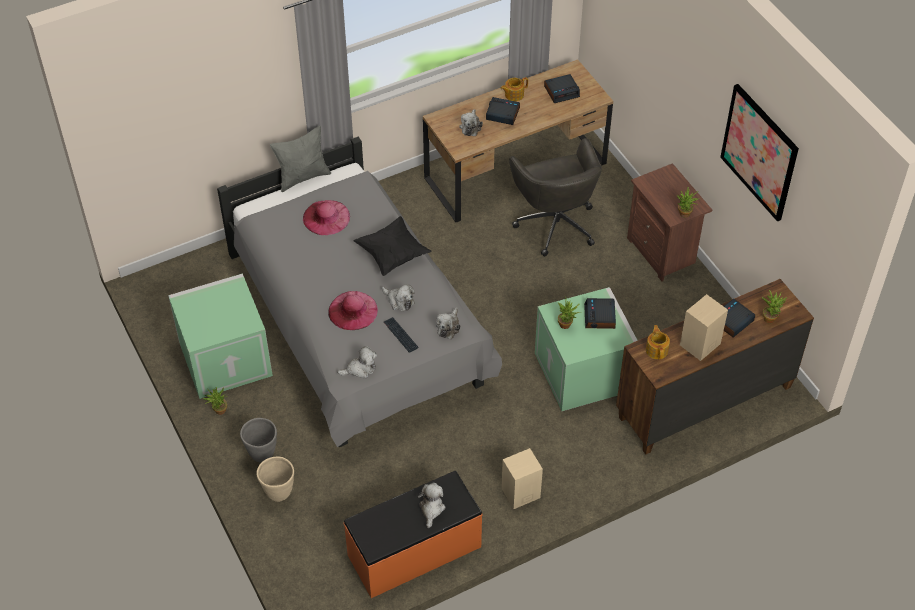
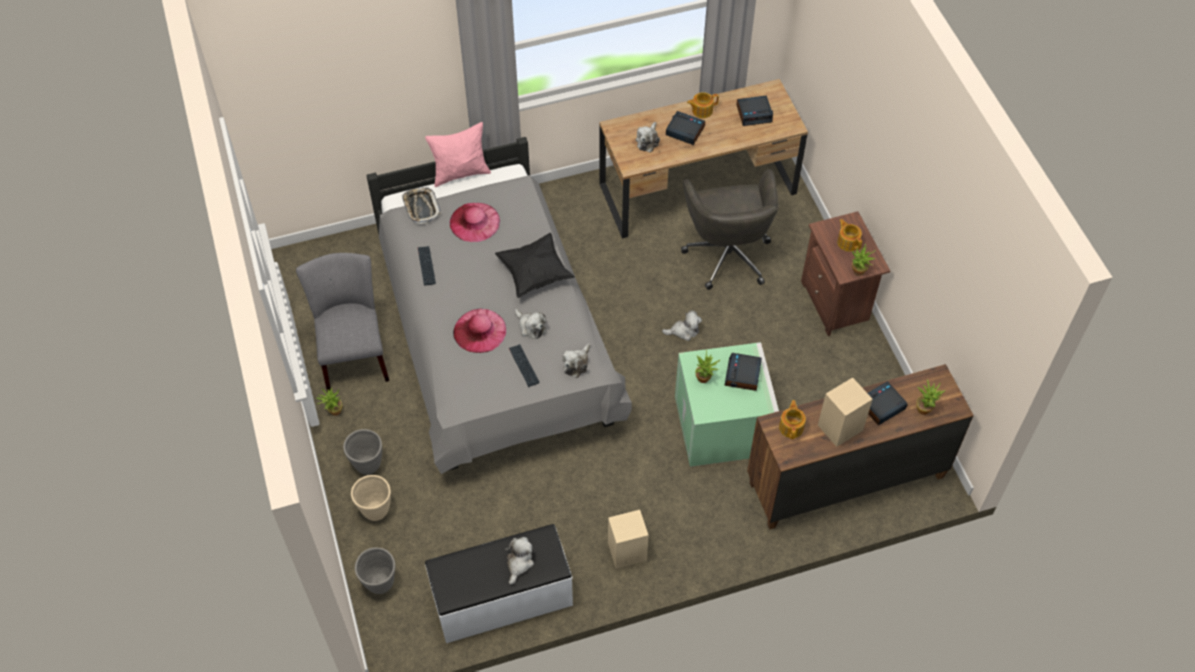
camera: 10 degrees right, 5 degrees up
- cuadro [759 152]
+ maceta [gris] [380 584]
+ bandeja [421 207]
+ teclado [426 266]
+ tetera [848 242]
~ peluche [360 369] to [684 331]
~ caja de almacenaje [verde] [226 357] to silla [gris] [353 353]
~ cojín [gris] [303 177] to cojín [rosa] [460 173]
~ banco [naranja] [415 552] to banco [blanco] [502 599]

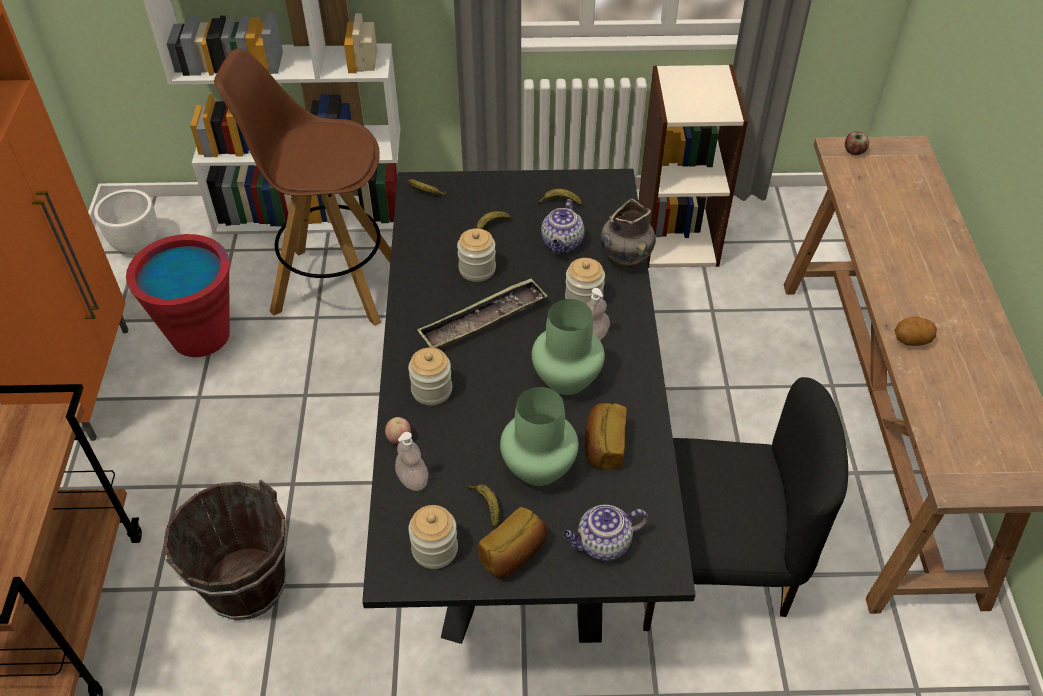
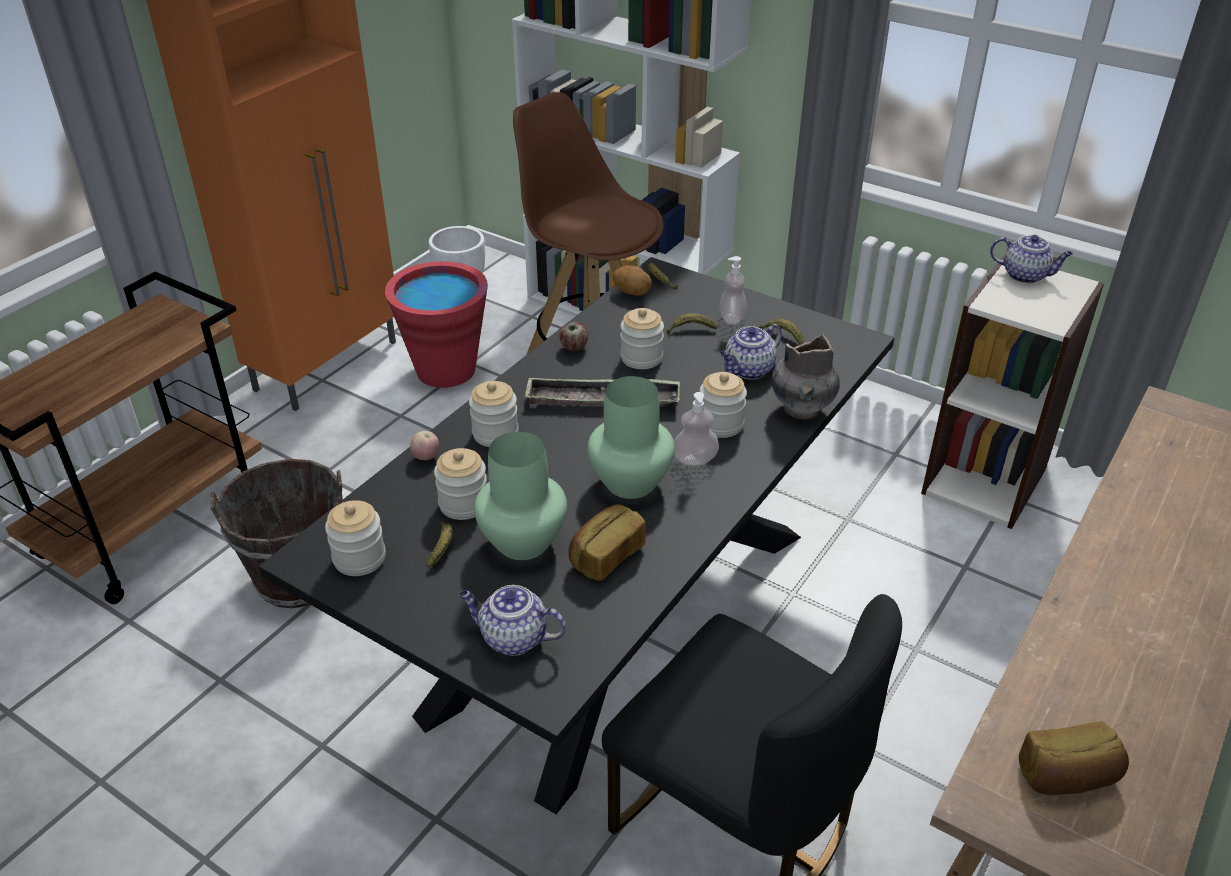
camera: 35 degrees right, 10 degrees down
+ tarro [463 504]
+ tetera [1025 275]
~ dispensador de jabón [412 479] to [732 318]
~ pan [514 553] to [1067 777]
~ manzana [854 152] to [574 348]
~ patata [911 341] to [632 292]

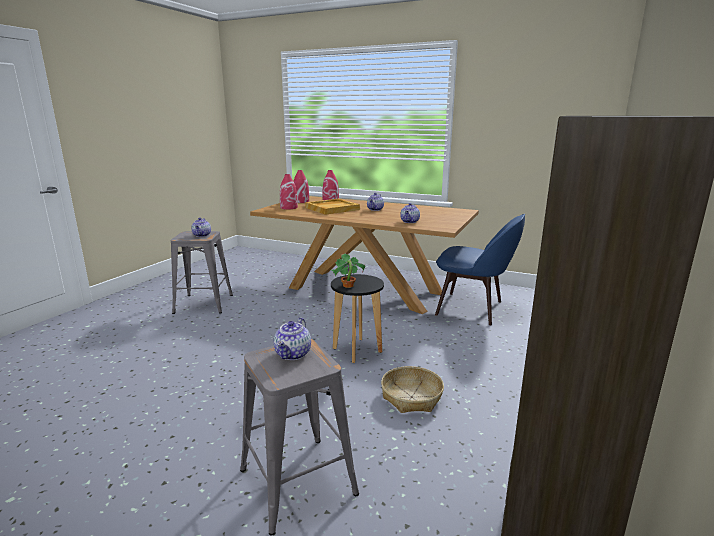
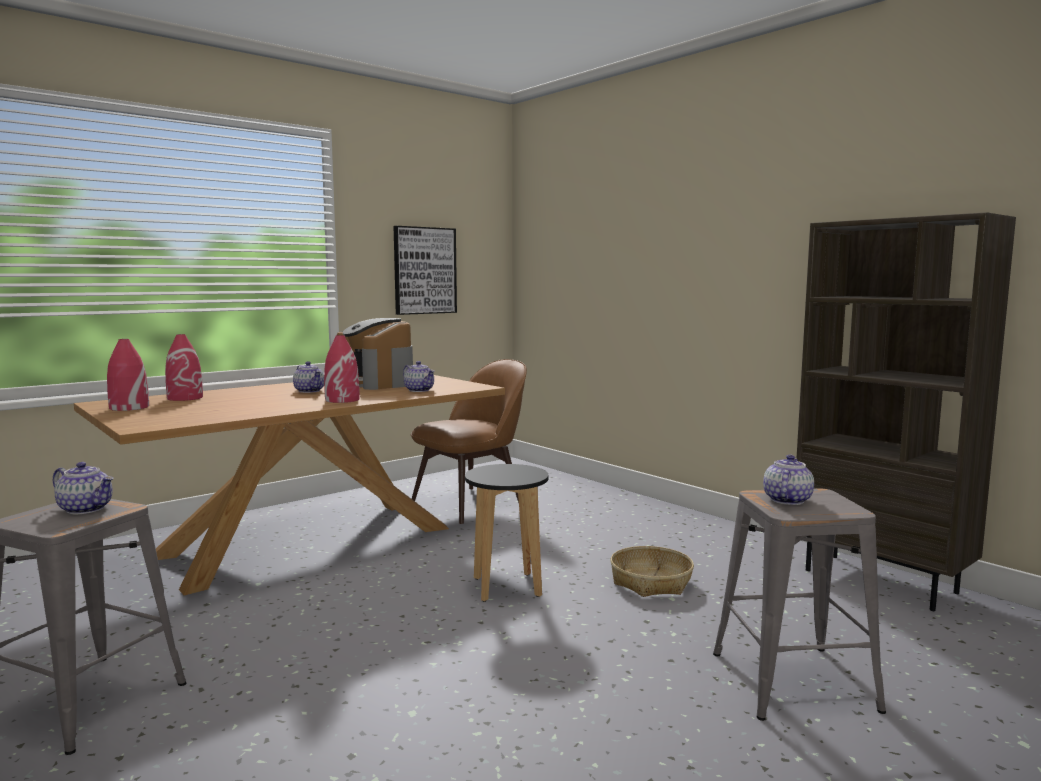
camera: 65 degrees left, 10 degrees down
- bandeja [beis] [332 208]
- planta en maceta [348 286]
+ cafetera [376 382]
+ cuadro [424 270]
~ florero [rojo] [289 207] to [342 400]
~ silla [azul] [473 309] to silla [marrón] [471 503]
~ tetera [293 354] = [786 500] 105 degrees counterclockwise

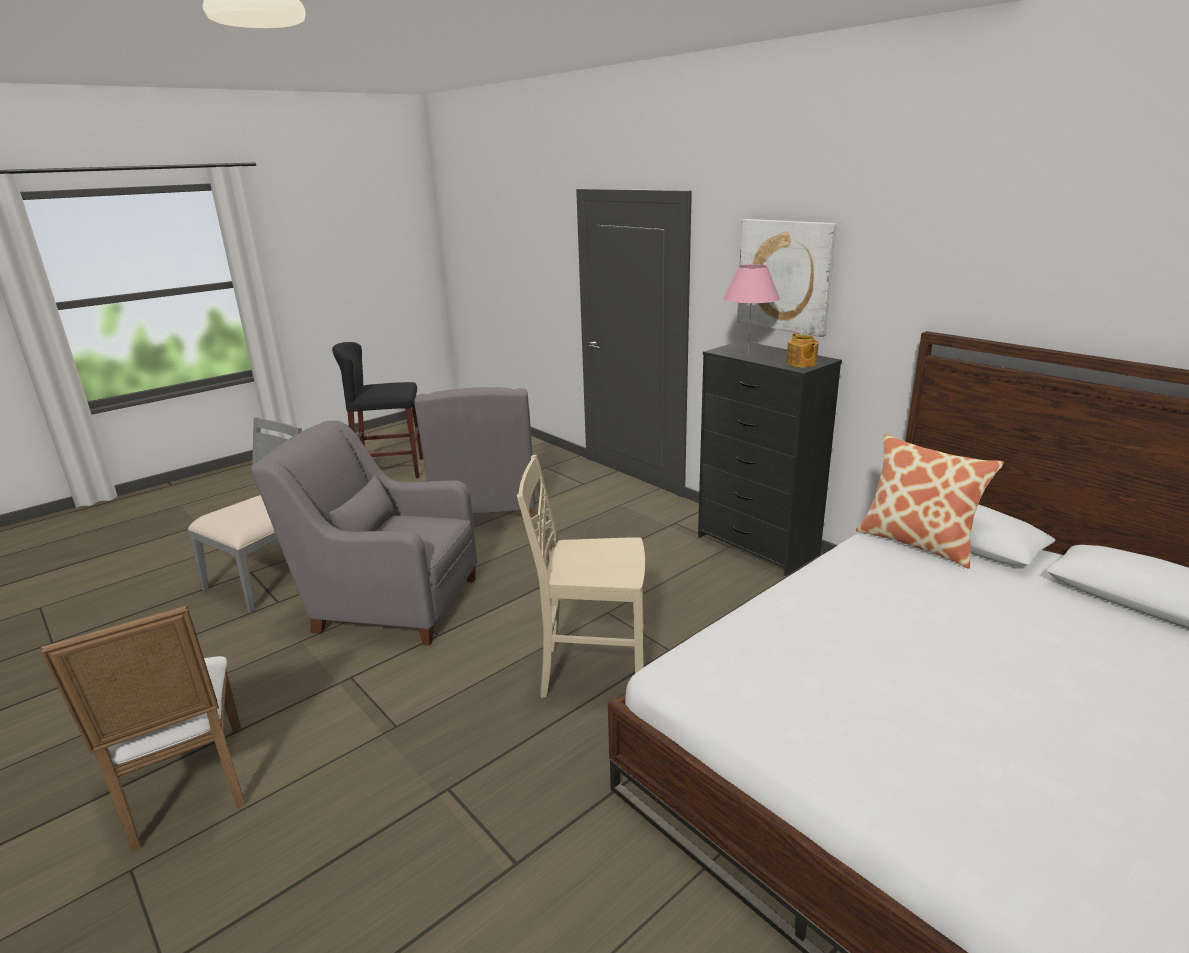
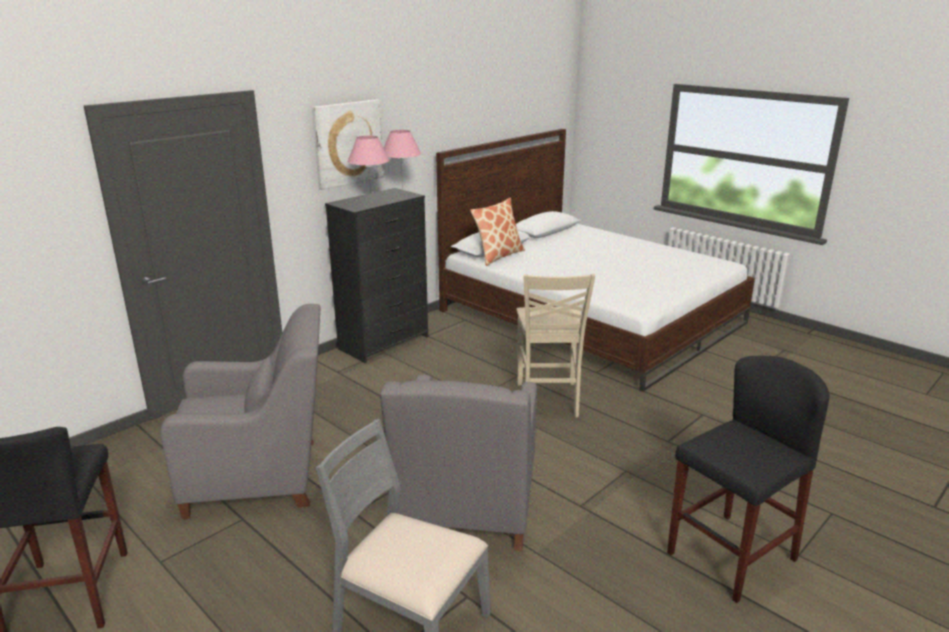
camera: 95 degrees left, 0 degrees up
~ silla [blanco] [185 791] to taburete [negro] [731 556]
~ tetera [801 364] to lámpara de mesa [rosa] [402 194]

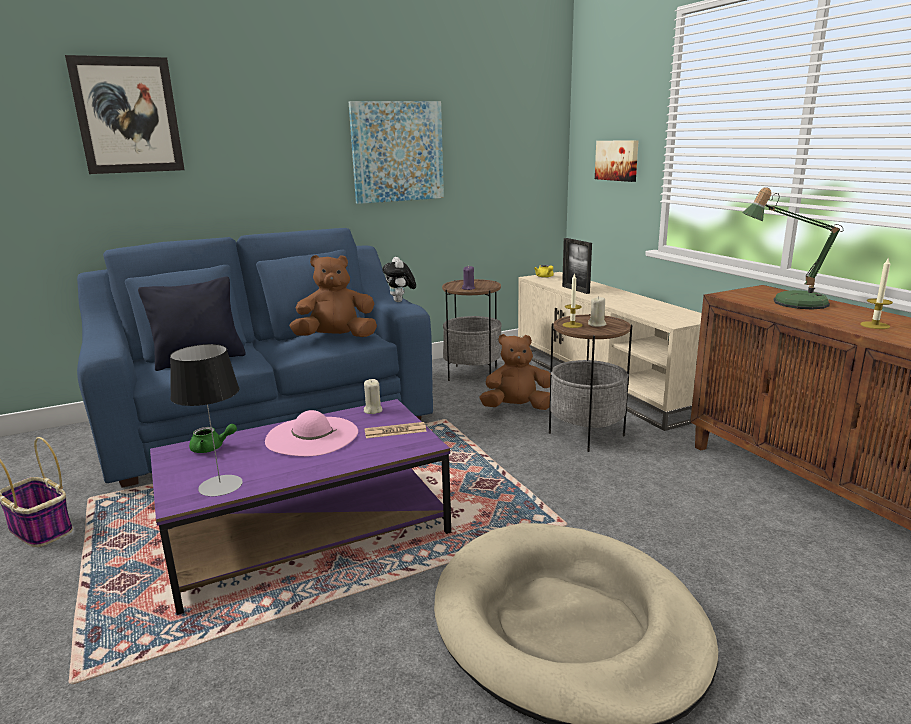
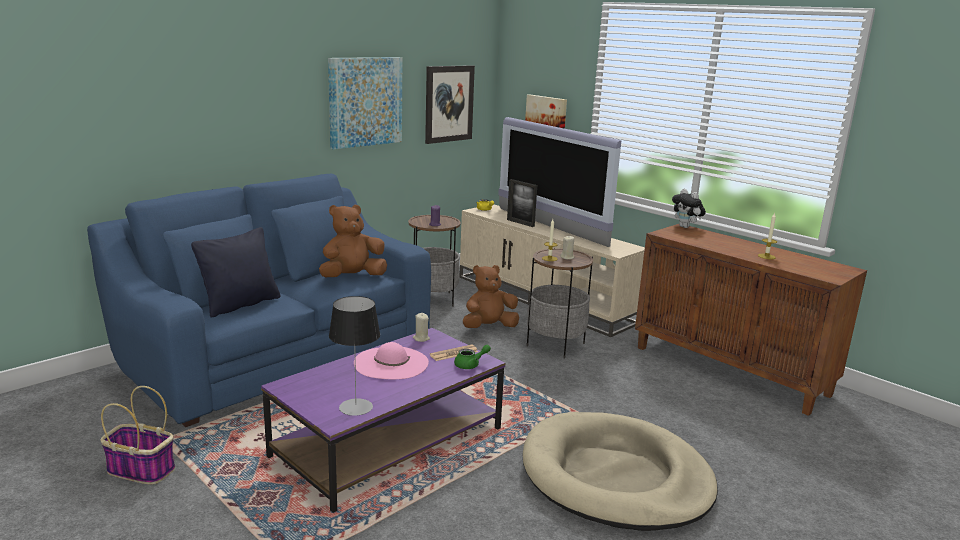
camera: 20 degrees left, 0 degrees up
- lámpara de mesa [790 302]
+ televisor [549 226]
~ cuadro [128 116] to [449 104]
~ tetera [verde] [212 448] to [470 365]
~ peluche [400 301] to [686 227]

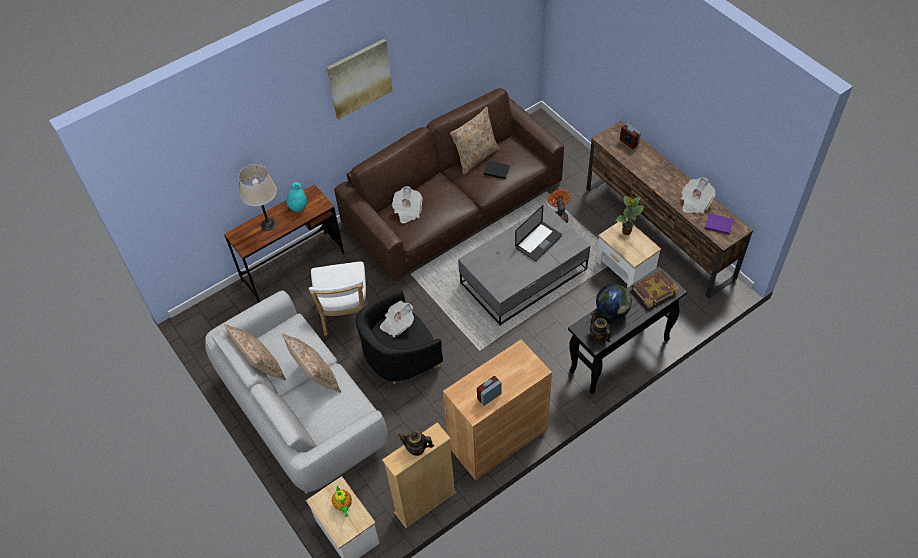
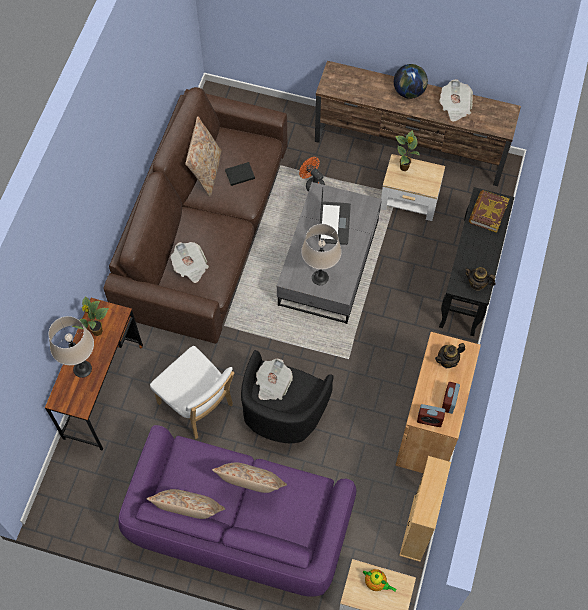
camera: 40 degrees left, 10 degrees up
- cuadro [359 78]
- libro [morado] [718 224]
+ lámpara de mesa [beis] [320 277]
~ tetera [416 448] to [448 361]
~ globo terráqueo [612 311] to [409 91]
~ despertador [629 142] to [429 420]
~ florero [turquesa] [298 207] to planta en maceta [97 332]
~ sofá [gris] [302 412] to sofá [morado] [240 525]

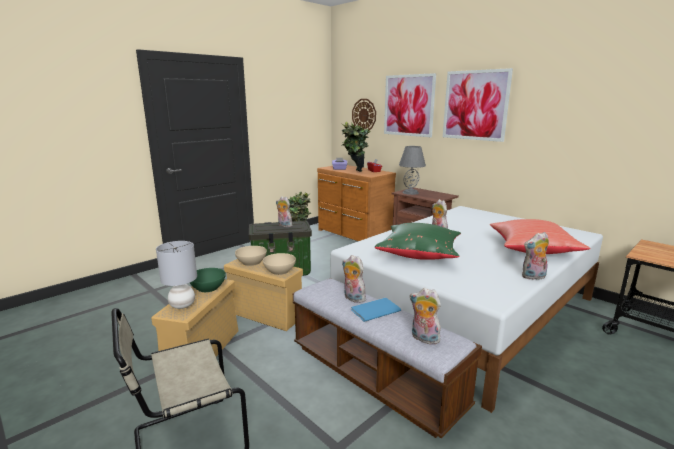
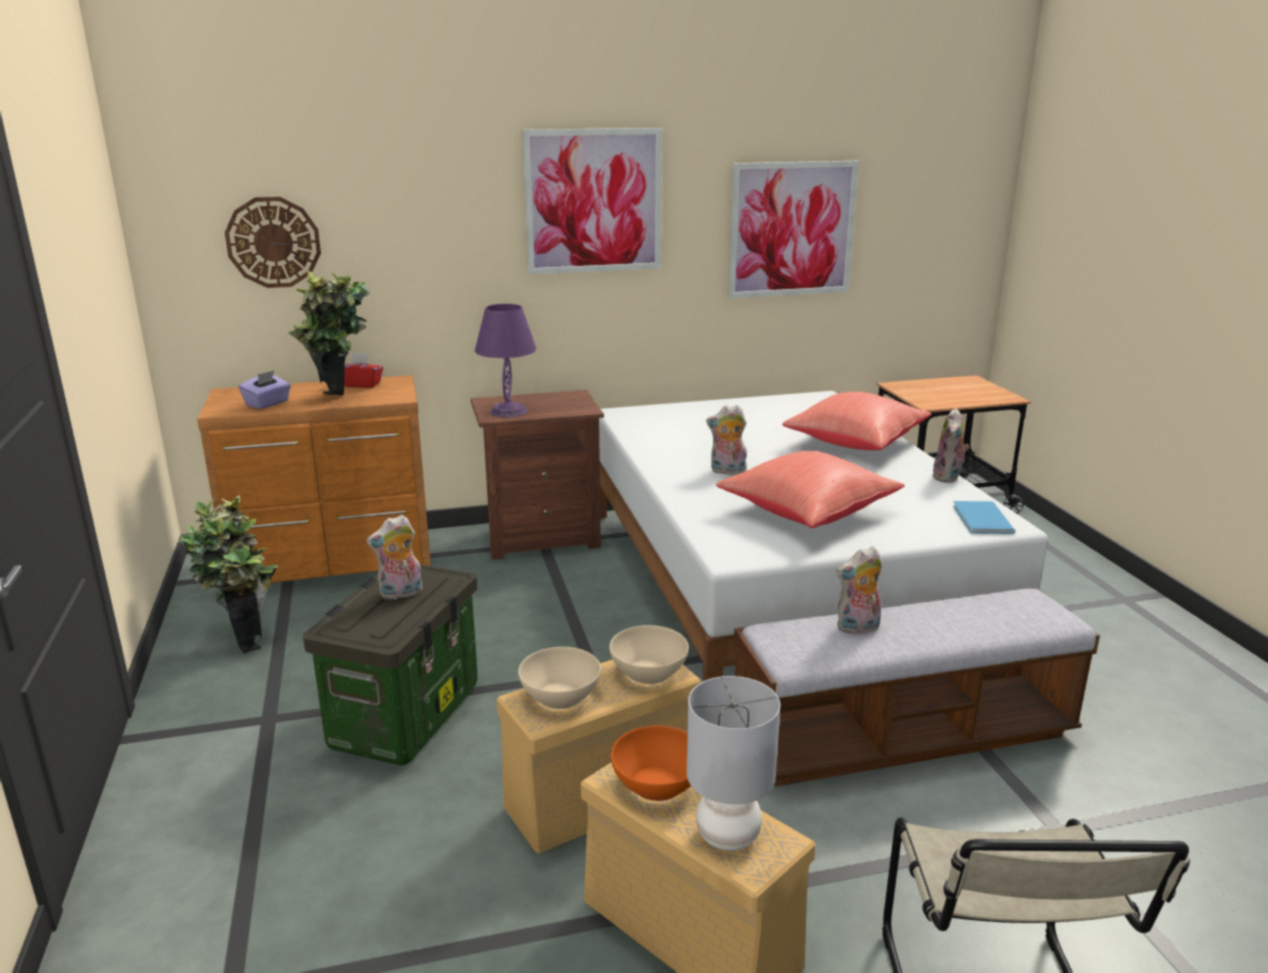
camera: 60 degrees left, 5 degrees up
- peluche [423 339]
~ libro [azul] [374 310] to [981 520]
~ cuadro [408 105] to [792 229]
~ cuenco [verde] [208 288] to cuenco [naranja] [658 784]
~ cojín [verde] [419 254] to cojín [rojo] [806 512]
~ lámpara de mesa [gris] [410 192] to lámpara de mesa [morado] [508 411]

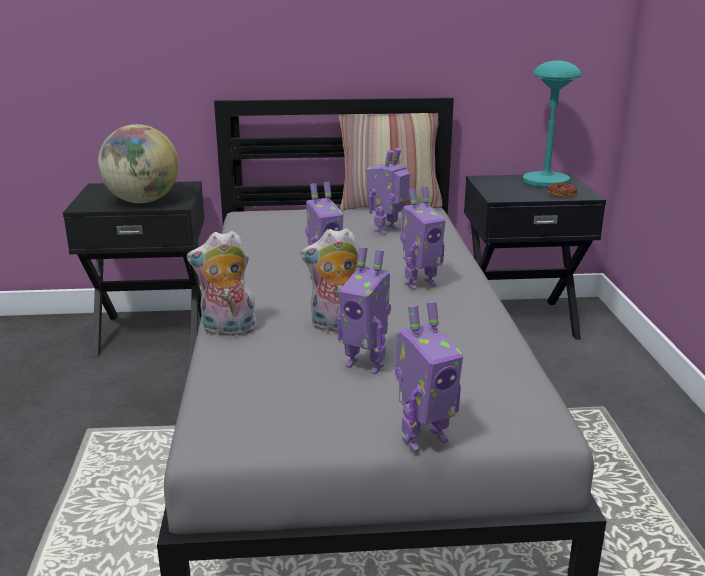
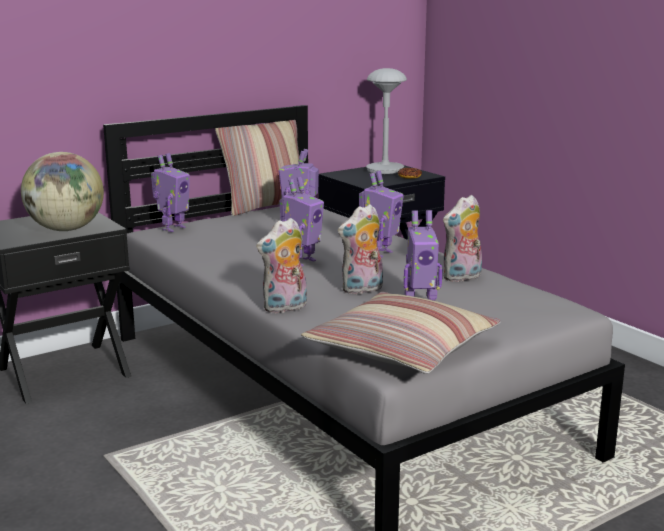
camera: 30 degrees left, 5 degrees down
+ cojín [402 349]
+ peluche [462 277]
~ robot de juguete [423 438] to [172 228]
~ lámpara de mesa [turquesa] [545 181] to lámpara de mesa [gris] [385 170]

